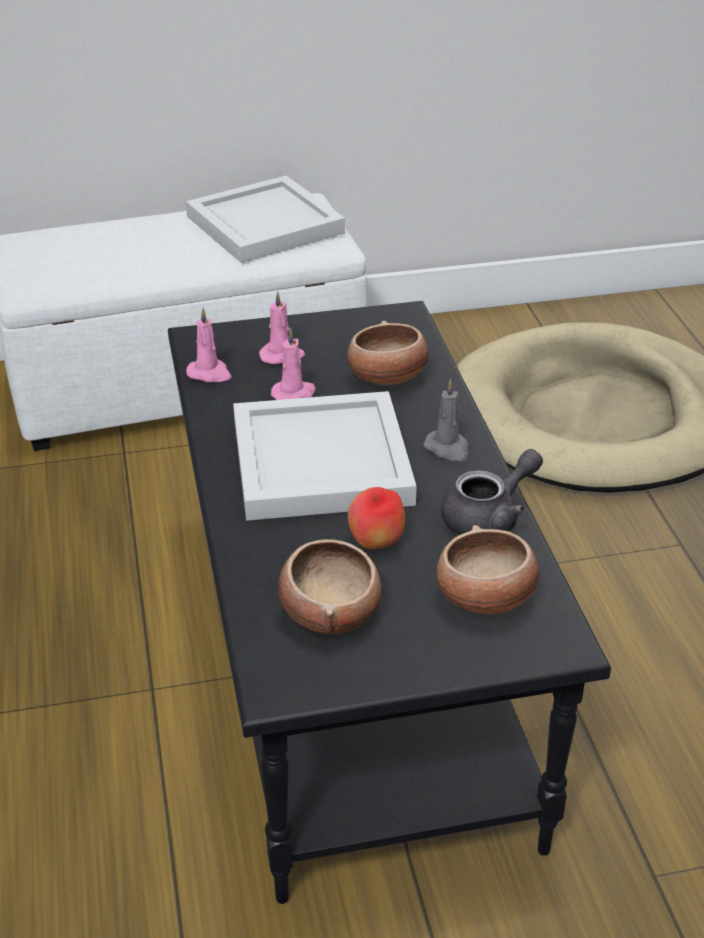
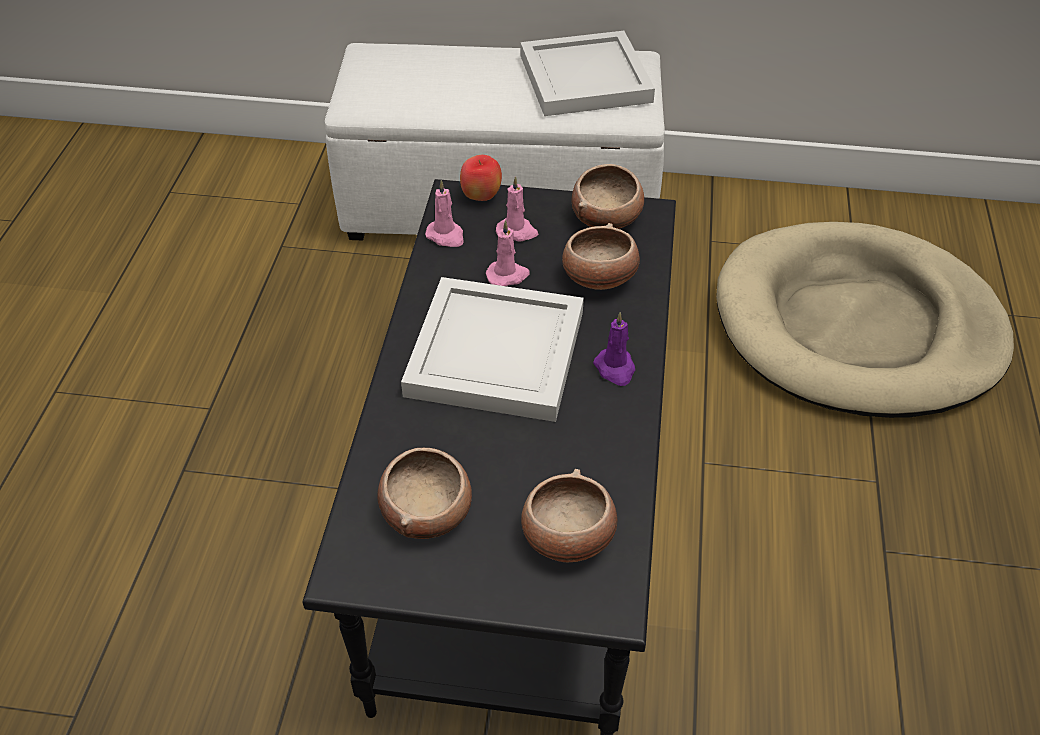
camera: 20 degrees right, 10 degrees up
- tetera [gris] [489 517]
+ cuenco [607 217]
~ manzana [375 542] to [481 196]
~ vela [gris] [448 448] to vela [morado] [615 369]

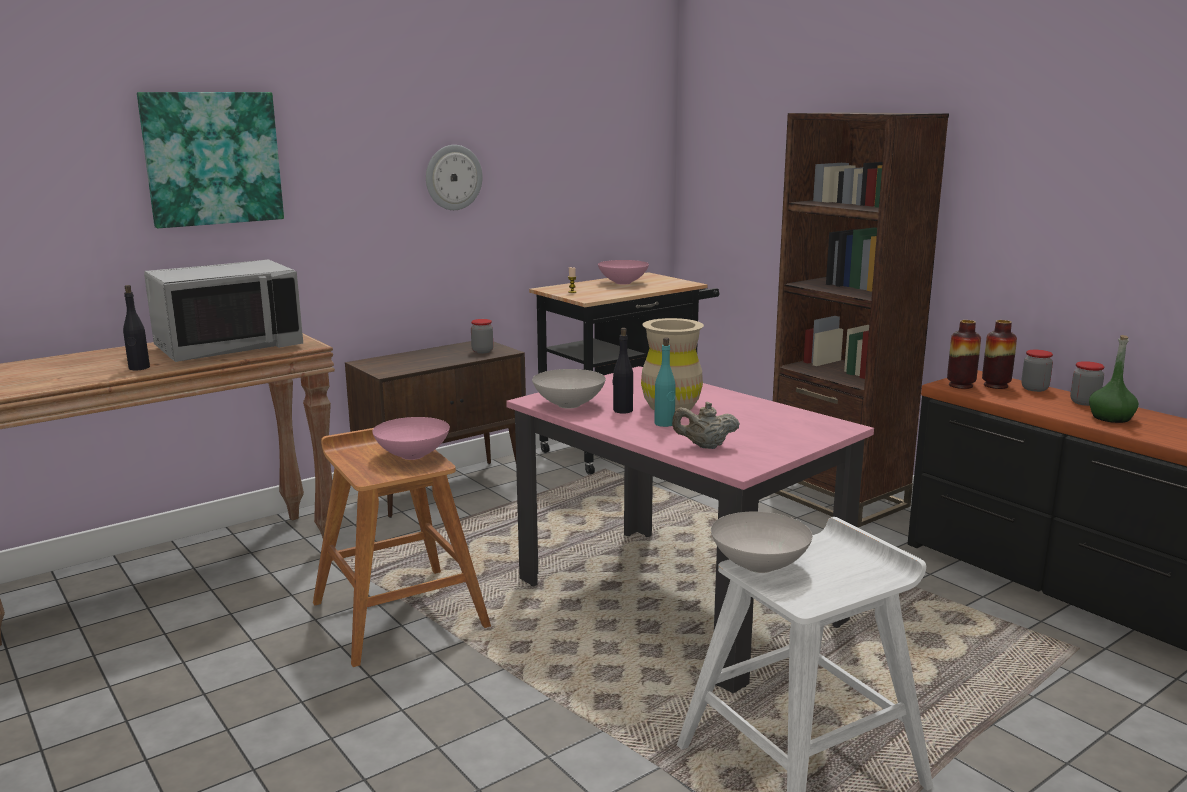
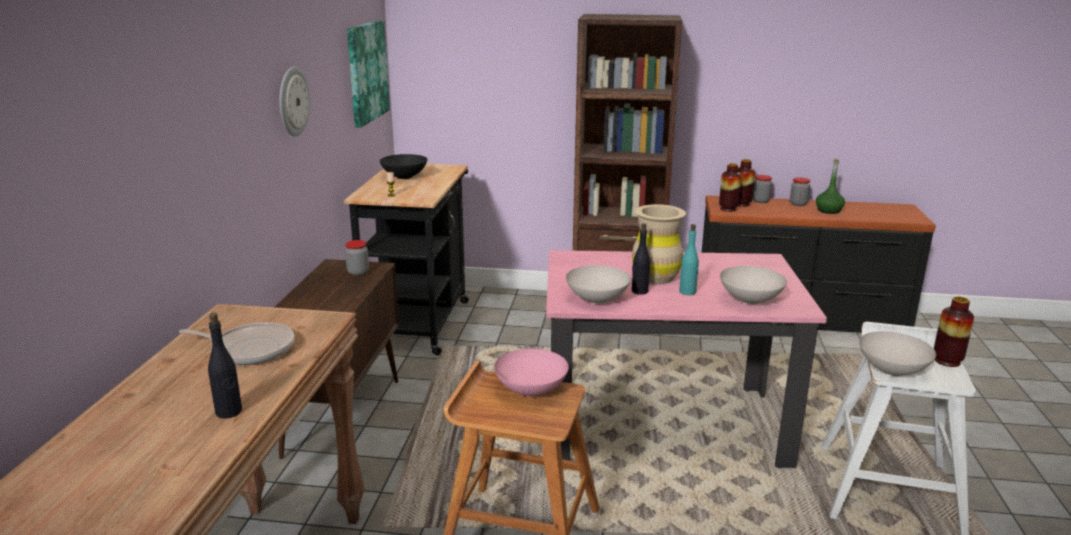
camera: 45 degrees left, 5 degrees up
+ florero [947 361]
~ cuadro [212 158] to [366 72]
~ microondas [gris] [229 347] to sartén [250 349]
~ tetera [beis] [705 446] to cuenco [blanco] [750 300]
~ cuenco [rosa] [622 283] to cuenco [negro] [404 177]

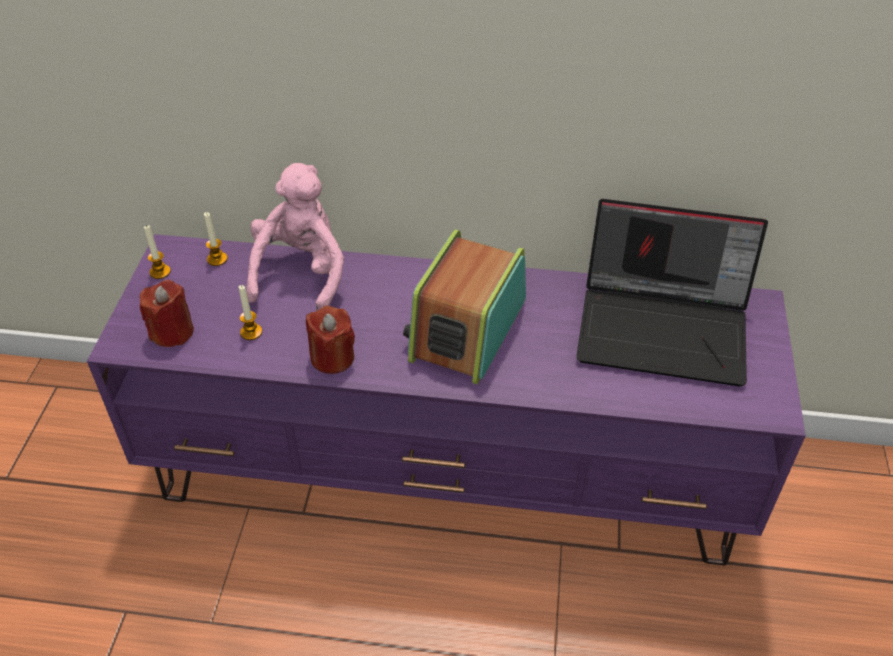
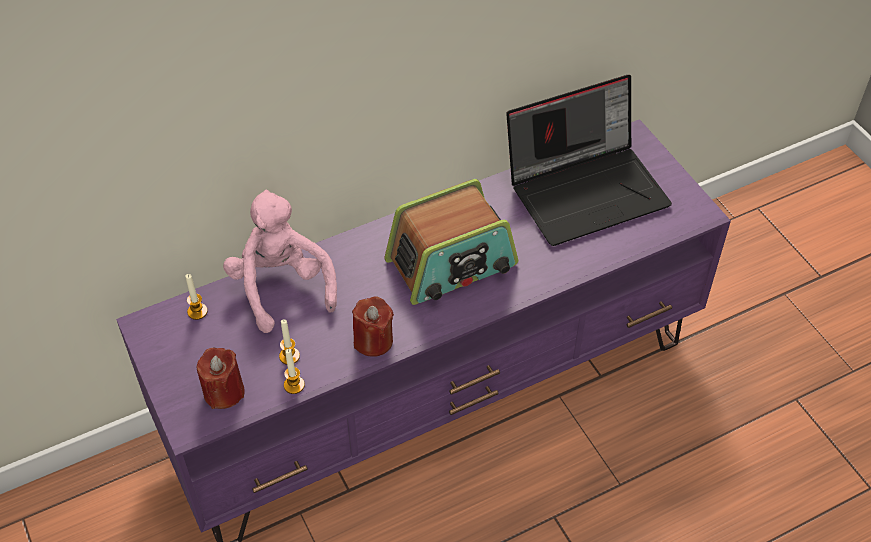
camera: 35 degrees left, 5 degrees up
~ vela [160 272] to [294 385]
~ radio [467 329] = [452 263] 105 degrees counterclockwise

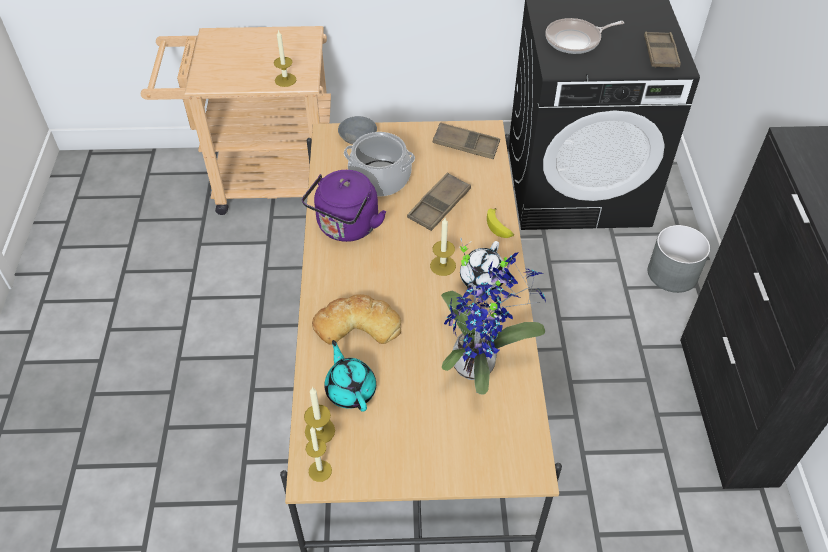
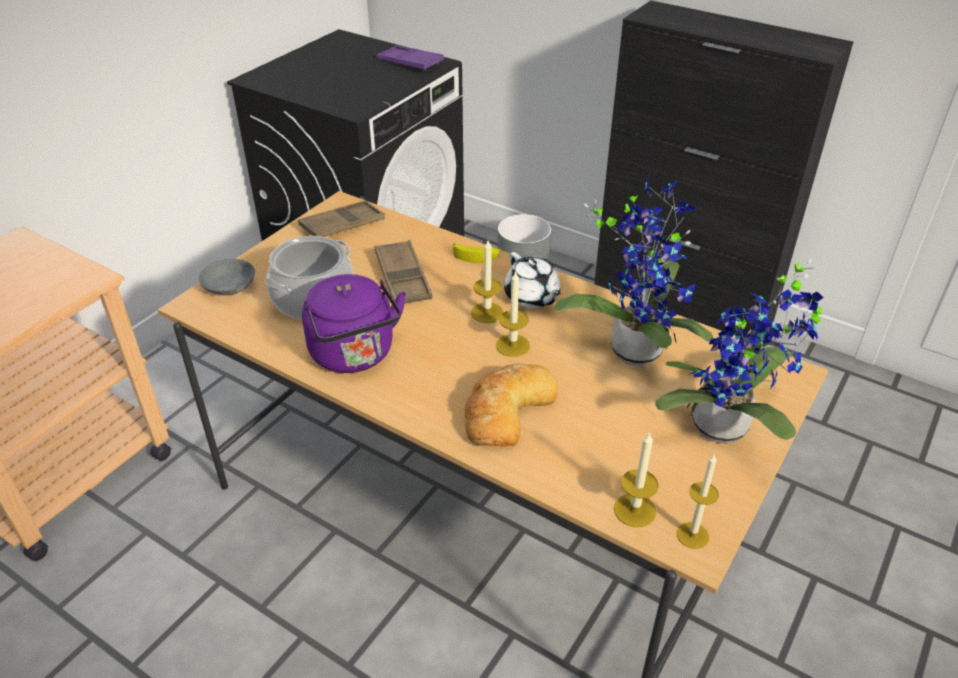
camera: 55 degrees left, 10 degrees down
- tetera [turquesa] [350 389]
- sartén [575 40]
+ planta en maceta [726 430]
~ vela [285 80] to [513 345]
~ bandeja [marrón] [660 54] to bandeja [morado] [410 63]

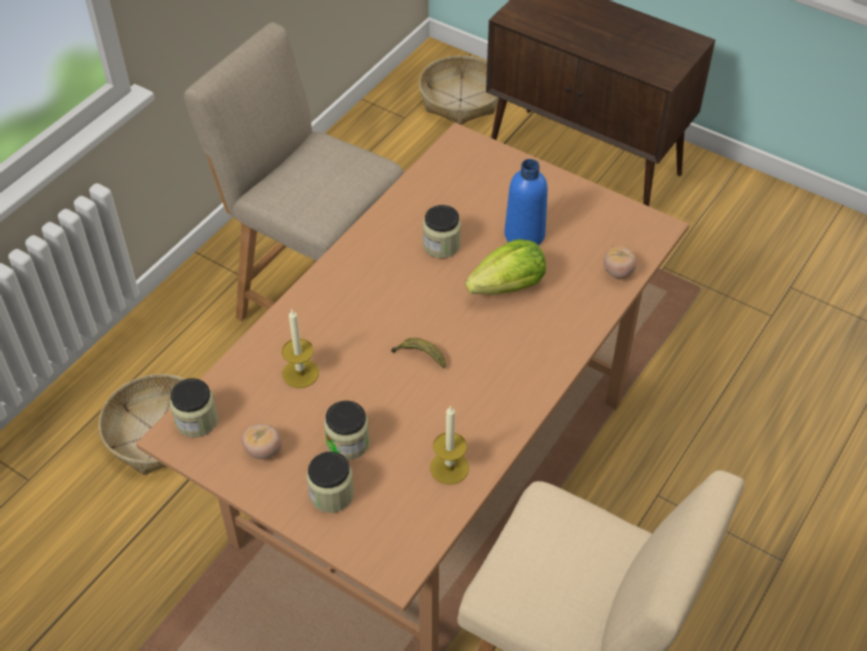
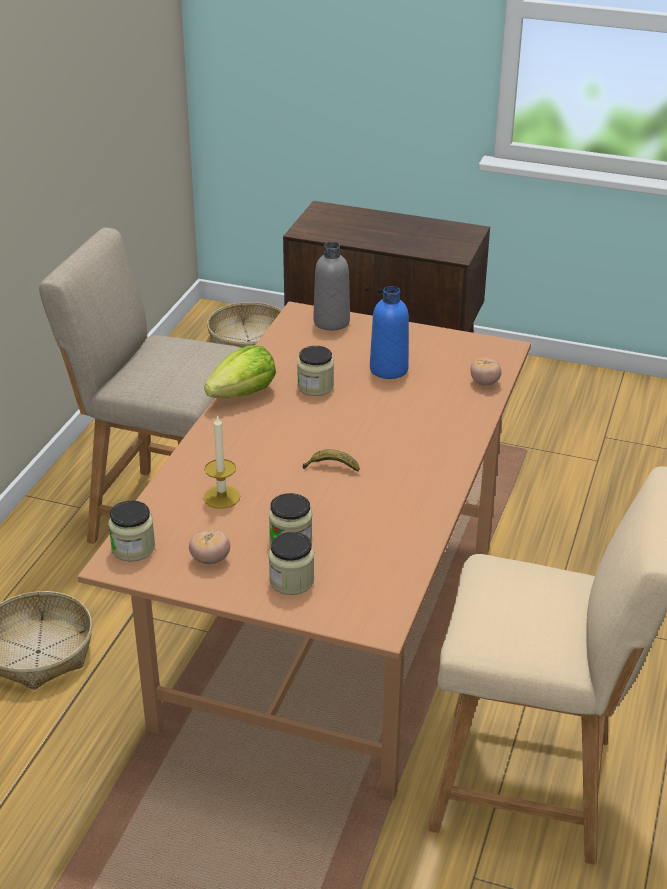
camera: 15 degrees left, 15 degrees down
- vela [449 467]
+ botella [gris] [331 322]
~ lechuga [508 287] to [243 394]

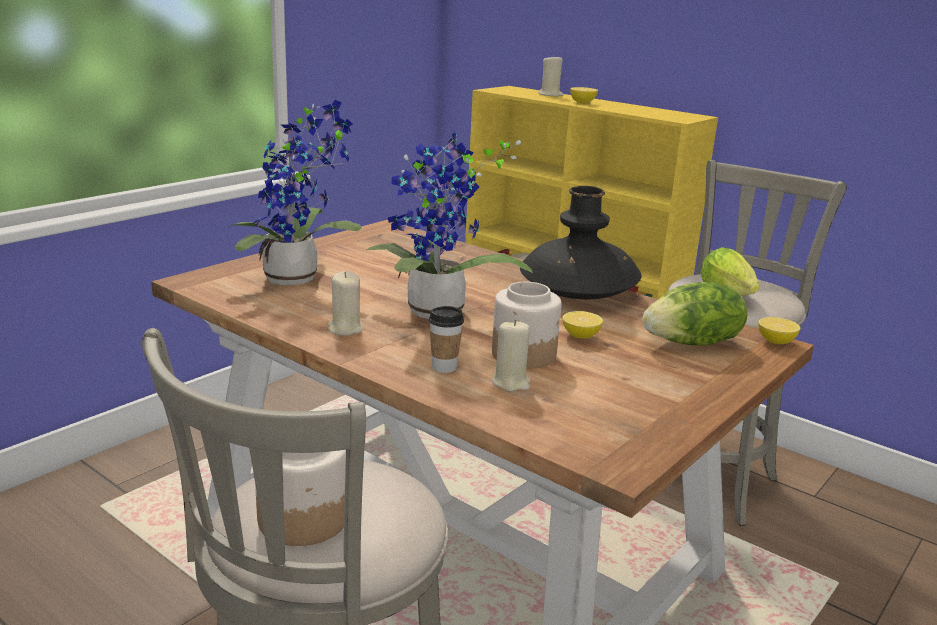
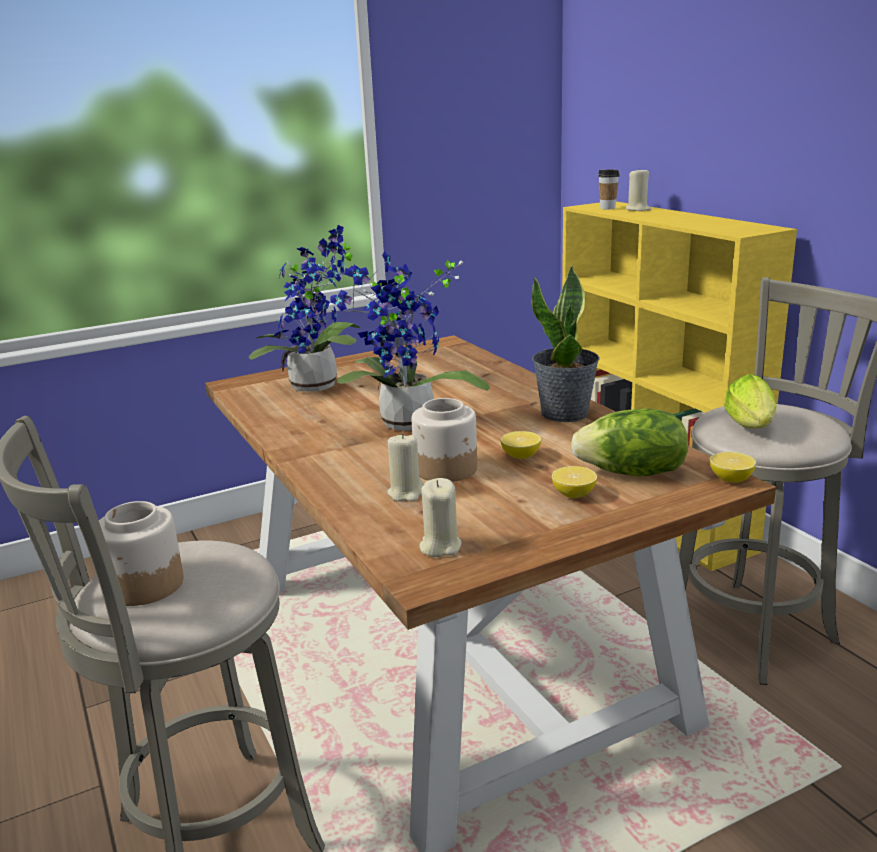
camera: 25 degrees right, 0 degrees up
~ vela [beis] [345 329] to [440 546]
~ taza [444 367] to [607 208]
~ limón [582 102] to [574 494]
~ florero [negro] [577 292] to planta en maceta [565 413]

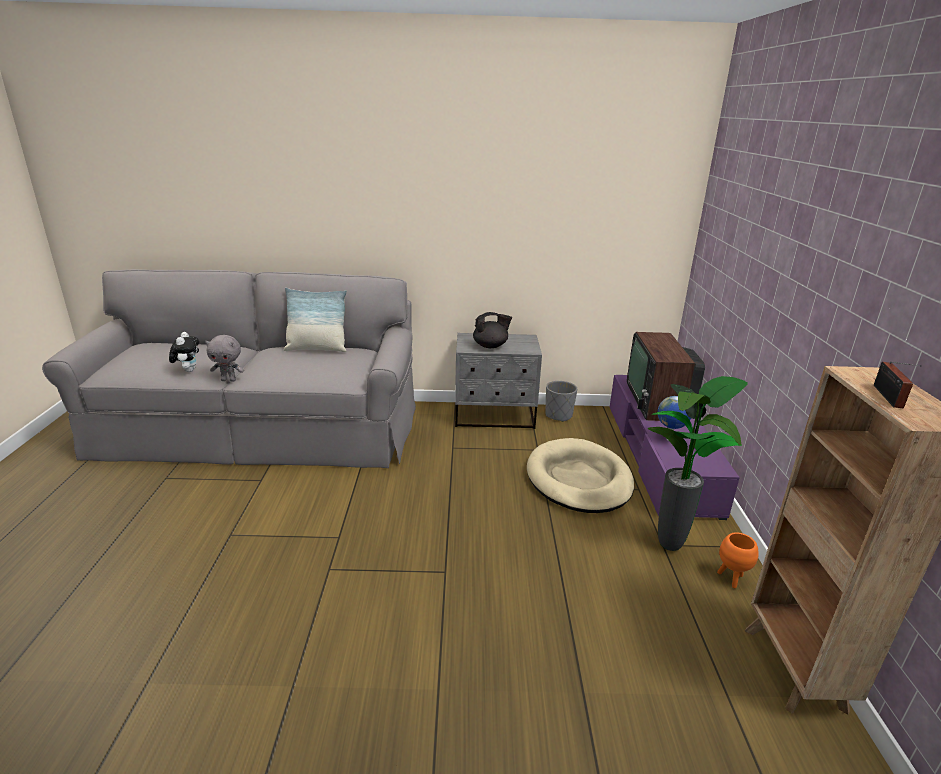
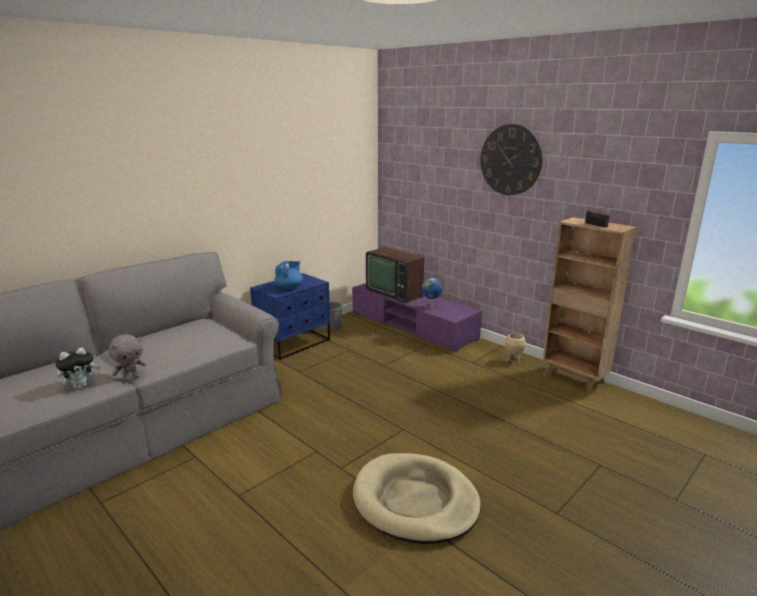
camera: 45 degrees left, 5 degrees down
- cojín [317 349]
- planta en maceta [672 546]
+ reloj de pared [510 160]
~ cama para perro [beis] [579 480] to [415 501]
~ mesita de noche [gris] [495 416] to mesita de noche [azul] [294 344]
~ tetera [negro] [491 346] to tetera [azul] [289 287]
~ maceta [naranja] [731 579] to maceta [beis] [513 361]
~ peluche [188 370] = [81 386] 105 degrees clockwise

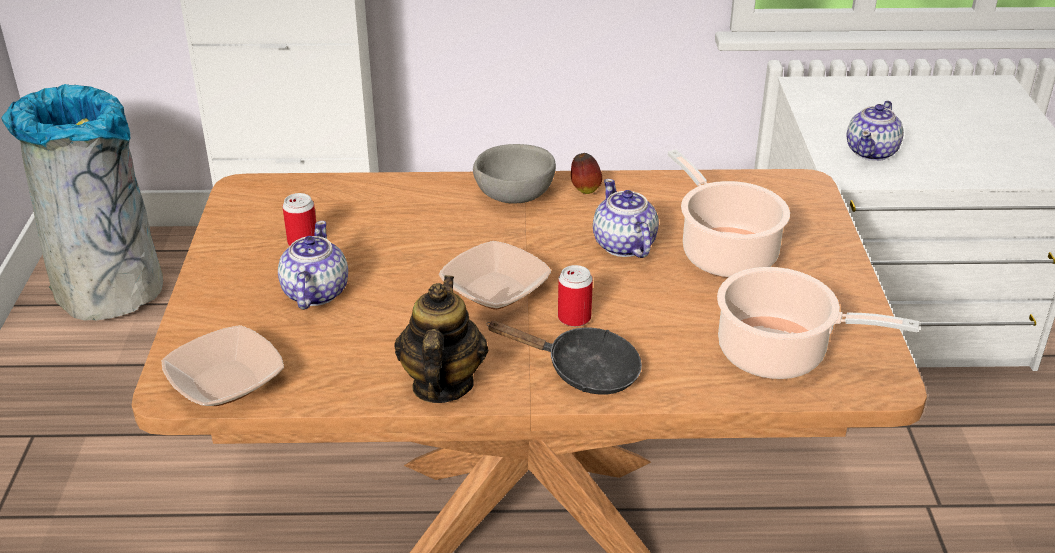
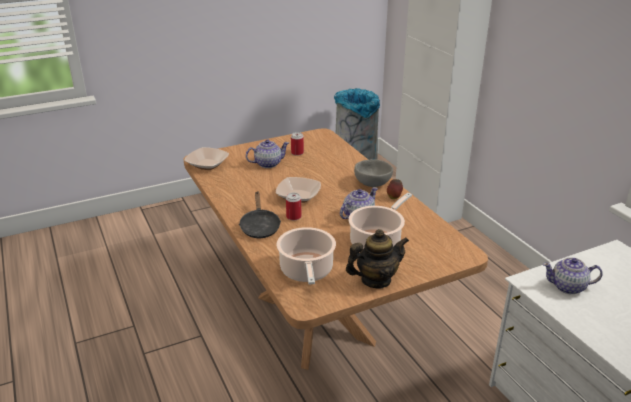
camera: 65 degrees right, 5 degrees down
~ tetera [442 385] to [375 280]

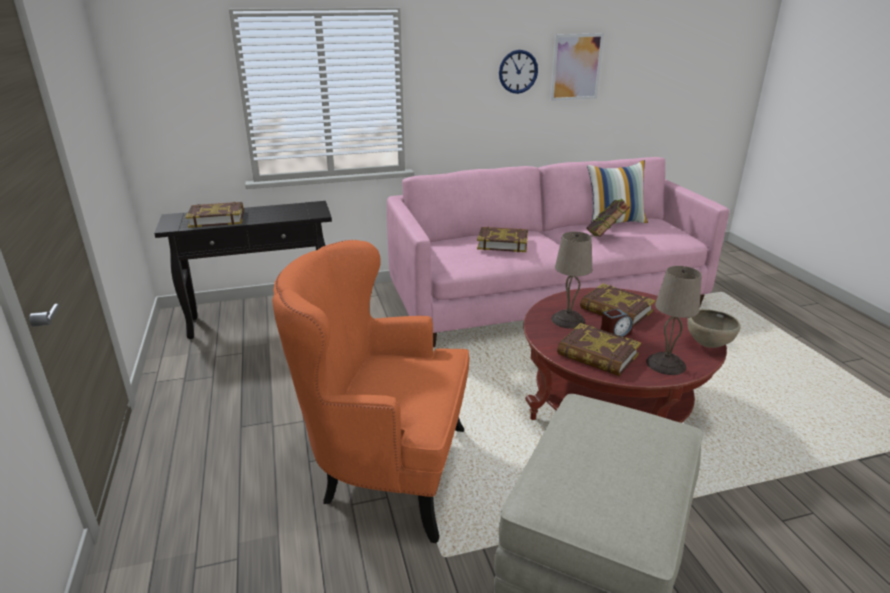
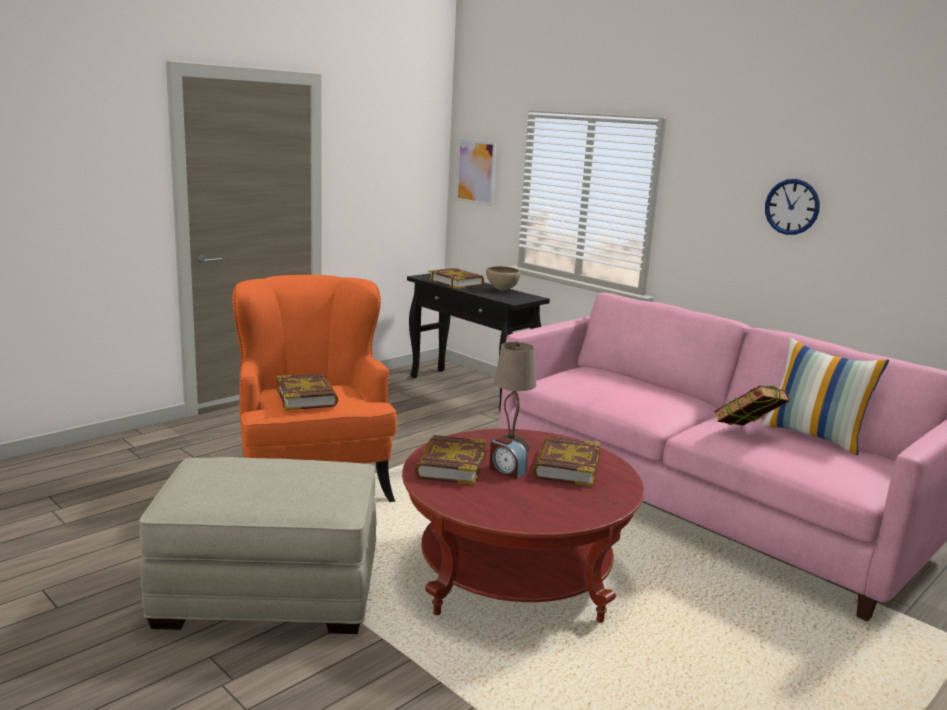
camera: 60 degrees right, 10 degrees down
- lámpara de mesa [beis] [666 364]
~ libro [502 243] to [307 397]
~ cuadro [576 67] to [475 172]
~ cuenco [marrón] [708 345] to [501 290]

